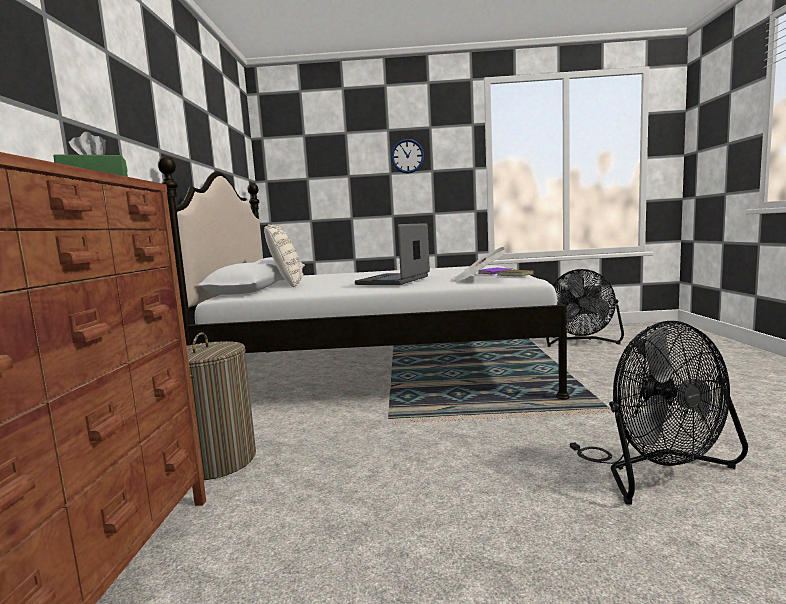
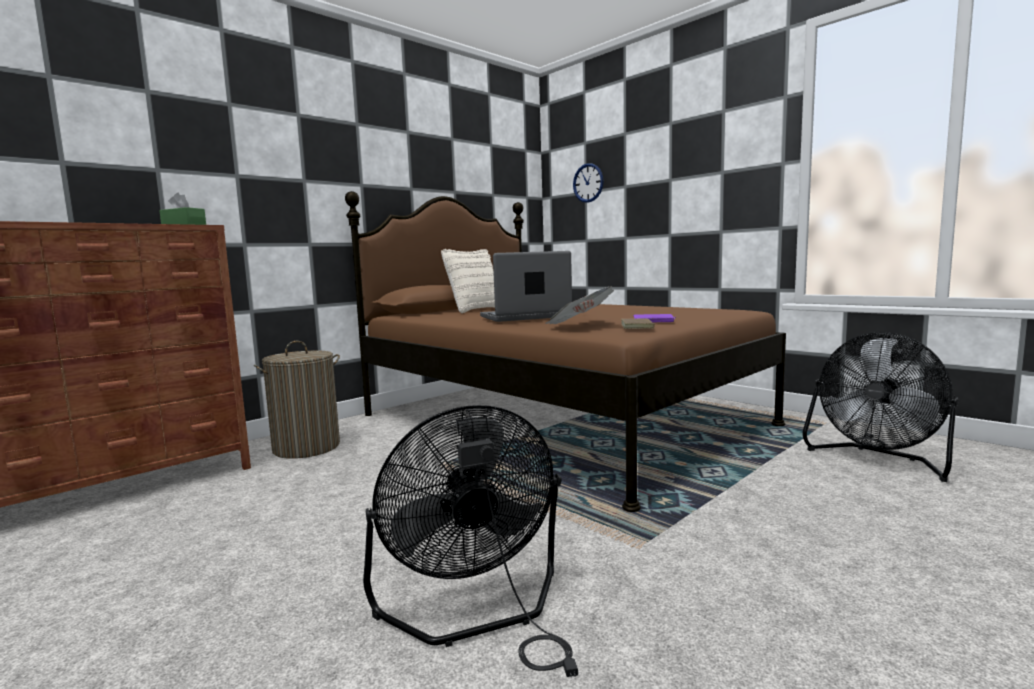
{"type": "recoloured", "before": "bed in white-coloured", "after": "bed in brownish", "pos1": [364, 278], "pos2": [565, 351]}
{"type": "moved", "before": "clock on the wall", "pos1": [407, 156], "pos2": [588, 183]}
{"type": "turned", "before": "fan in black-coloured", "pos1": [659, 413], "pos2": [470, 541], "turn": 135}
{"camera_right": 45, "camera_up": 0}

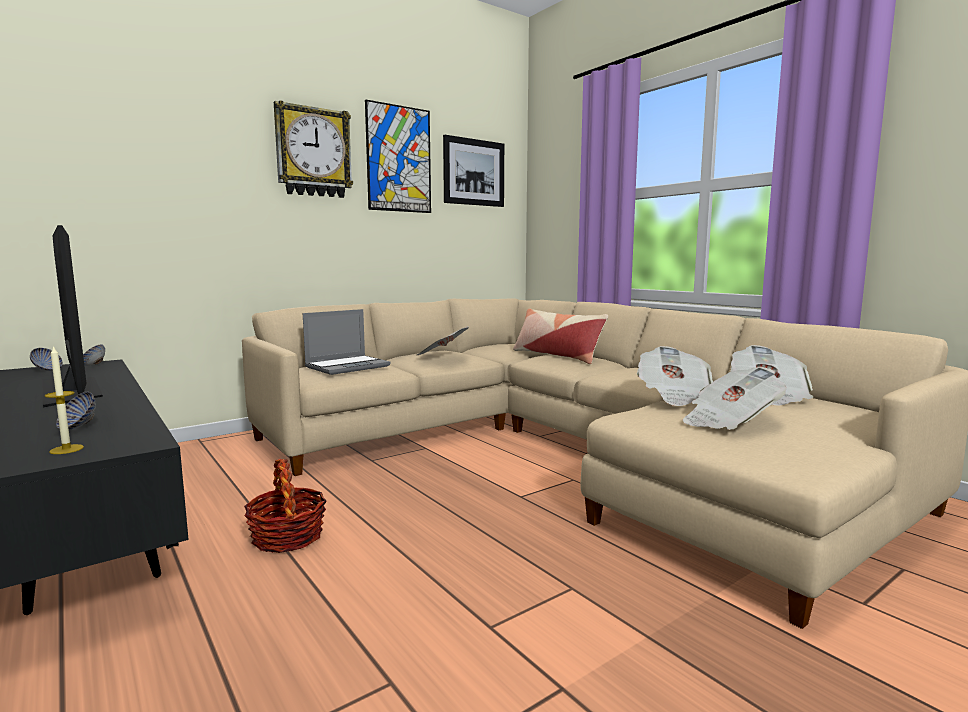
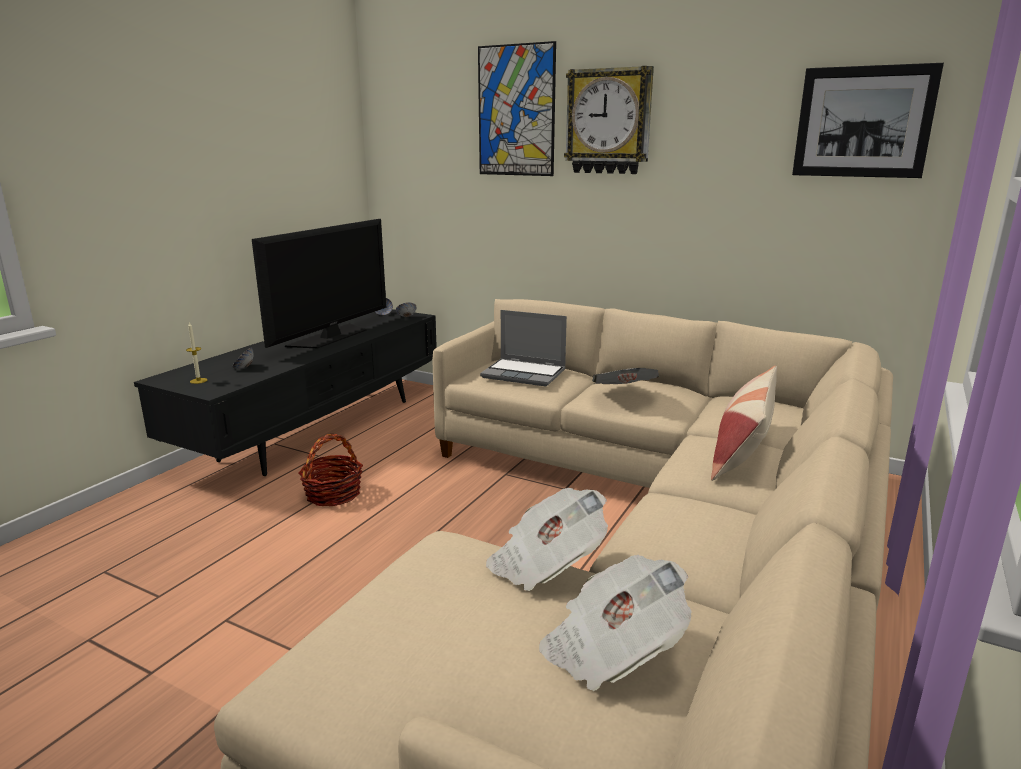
{"type": "moved", "before": "wall art", "pos1": [398, 156], "pos2": [517, 108]}
{"type": "removed", "before": "daily paper", "pos1": [735, 398]}
{"camera_right": 65, "camera_up": 10}

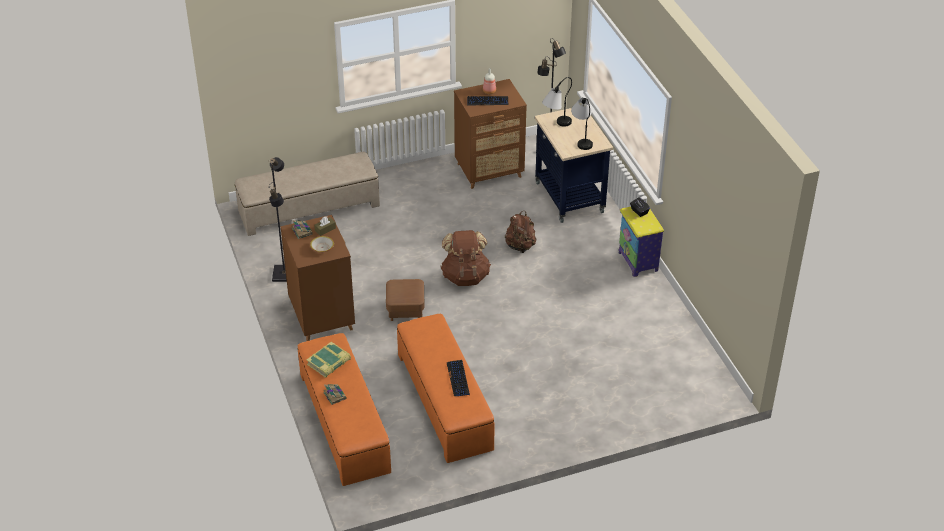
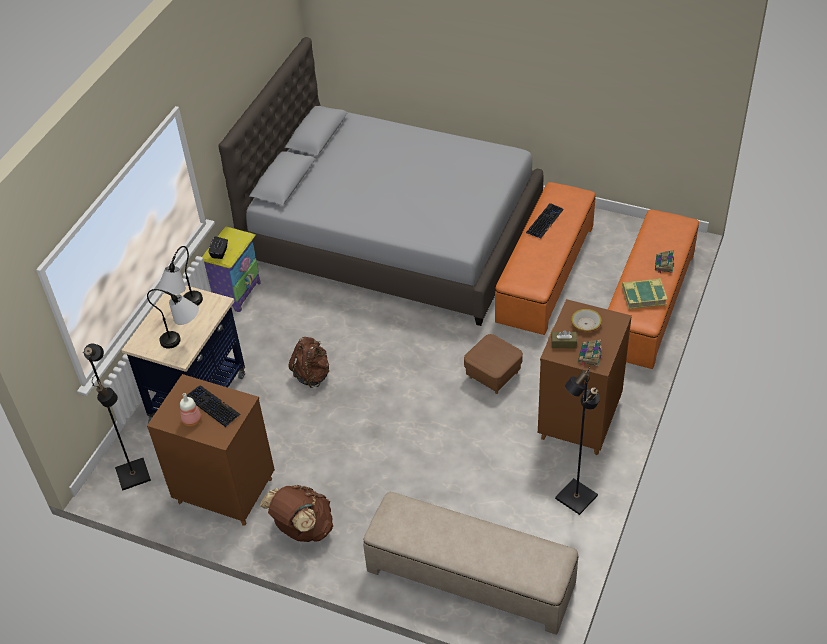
{"type": "moved", "before": "rucksack in brownish", "pos1": [466, 258], "pos2": [296, 513]}
{"type": "added", "after": "bed in greyish", "pos2": [380, 181]}
{"camera_right": -135, "camera_up": 5}

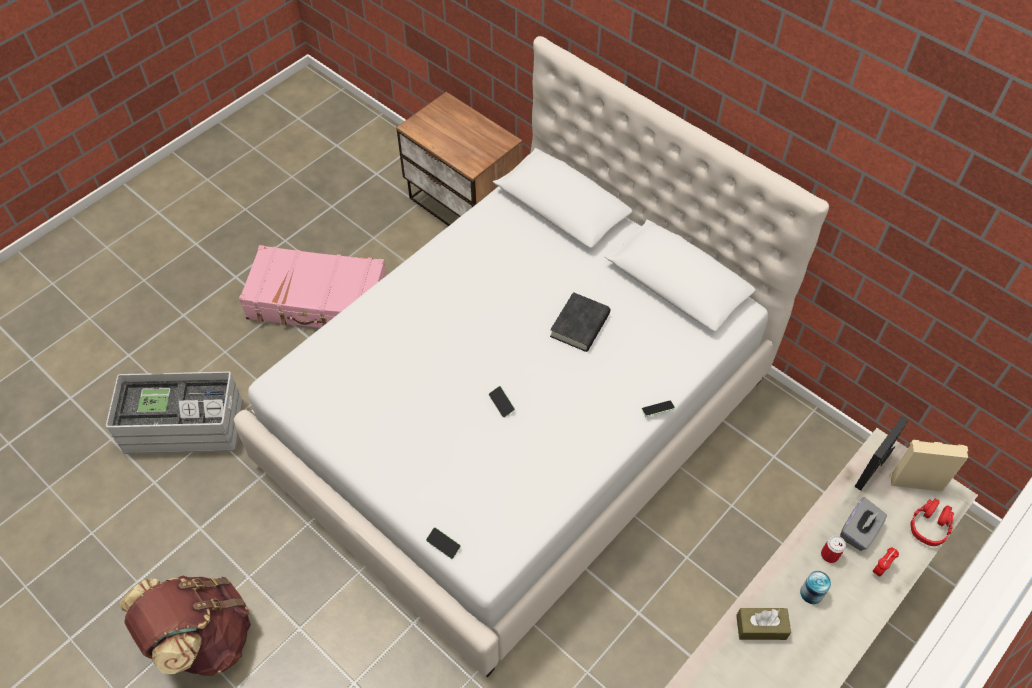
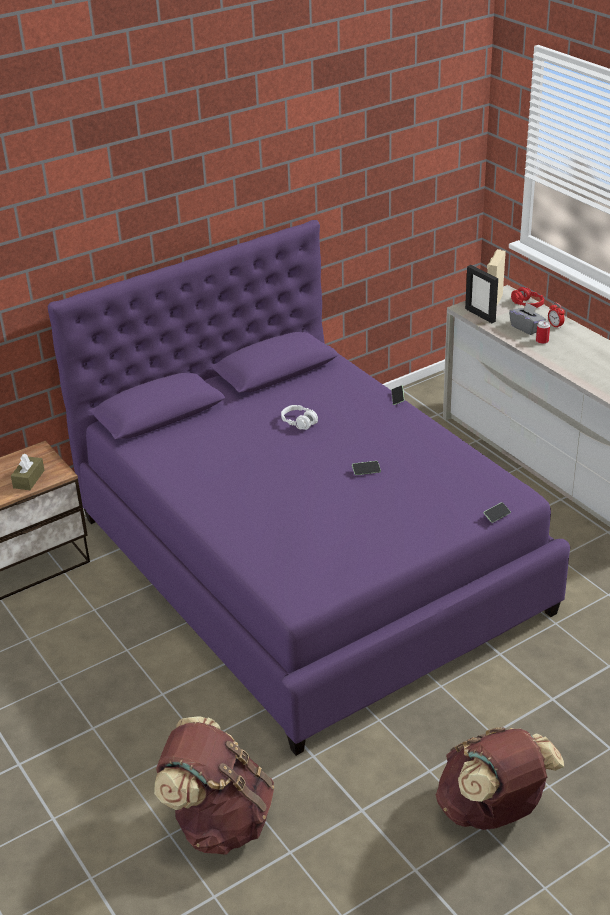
{"type": "replaced", "before": "storage box in greyish", "after": "rucksack in brownish", "pos1": [174, 412], "pos2": [214, 786]}
{"type": "recoloured", "before": "bed in white-coloured", "after": "bed in purple-coloured", "pos1": [531, 356], "pos2": [309, 488]}
{"type": "removed", "before": "piece of luggage in pinkish", "pos1": [312, 286]}
{"type": "replaced", "before": "book in black-coloured", "after": "pair of headphones in white-coloured", "pos1": [580, 322], "pos2": [299, 417]}
{"type": "moved", "before": "box of tissues in brownish", "pos1": [763, 624], "pos2": [28, 472]}
{"type": "removed", "before": "can", "pos1": [815, 587]}
{"camera_right": -75, "camera_up": -20}

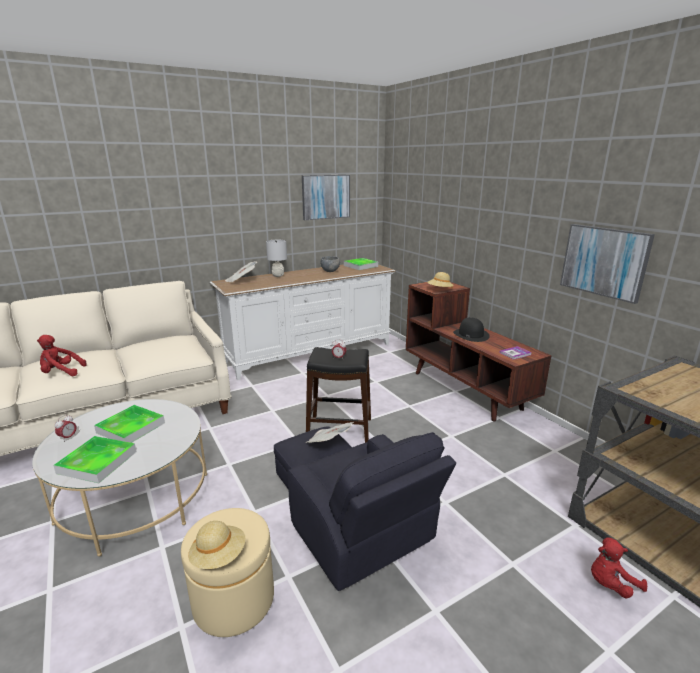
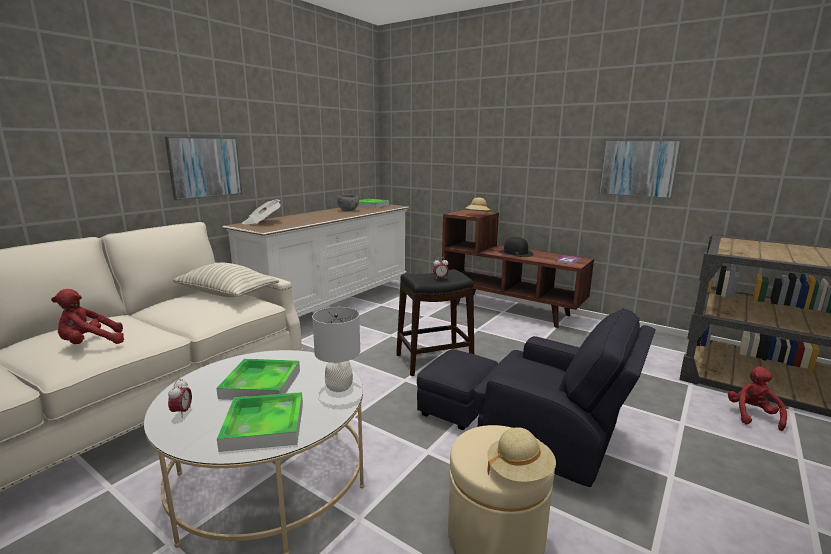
{"type": "moved", "before": "tabletop lamp in greyish", "pos1": [276, 258], "pos2": [336, 349]}
{"type": "moved", "before": "wall art", "pos1": [326, 197], "pos2": [203, 168]}
{"type": "removed", "before": "daily paper", "pos1": [330, 432]}
{"type": "turned", "before": "cuddly toy in reddish", "pos1": [619, 568], "pos2": [757, 398], "turn": 150}
{"type": "added", "after": "pillow", "pos2": [226, 280]}
{"camera_right": -25, "camera_up": -5}

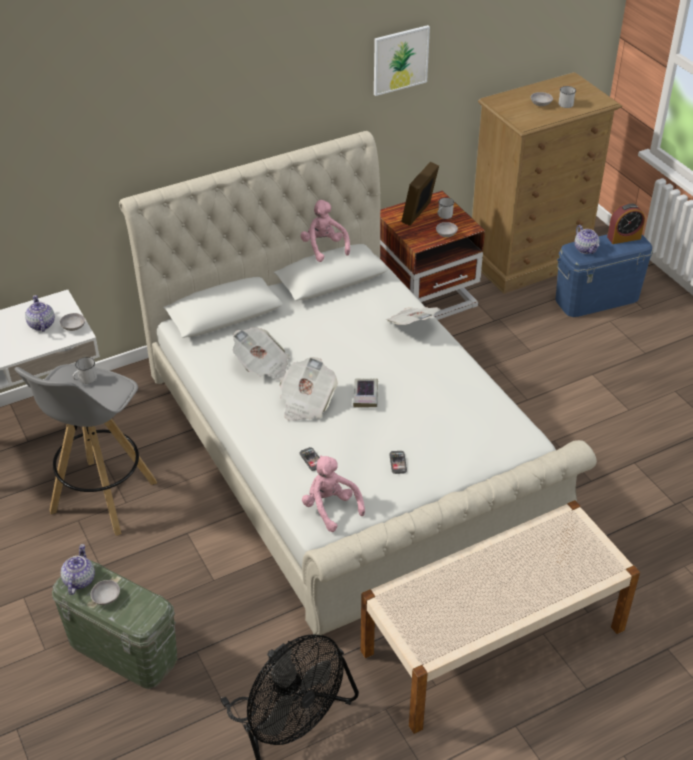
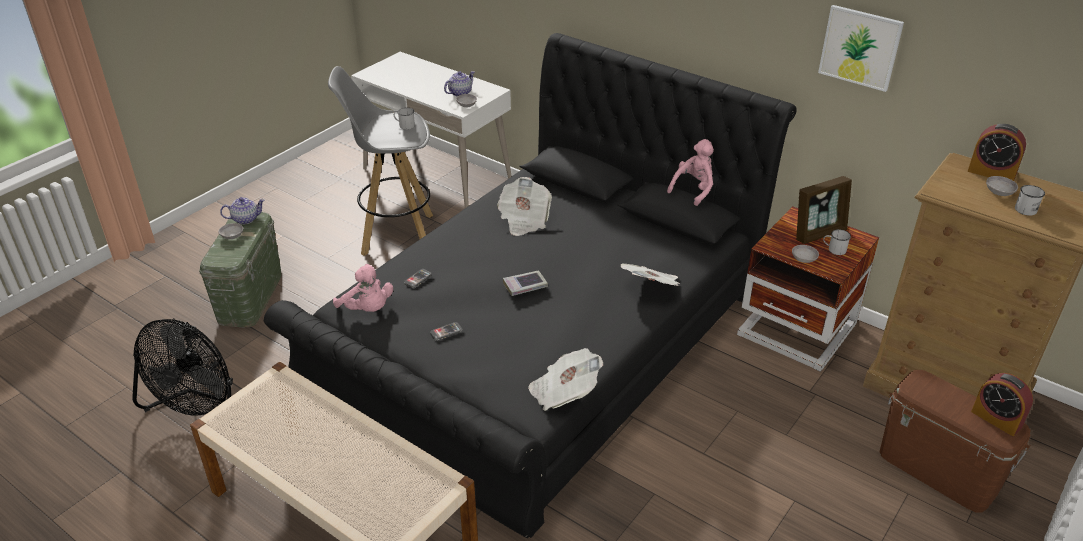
{"type": "recoloured", "before": "bed in beige-coloured", "after": "bed in black-coloured", "pos1": [358, 383], "pos2": [530, 285]}
{"type": "moved", "before": "daily paper", "pos1": [308, 389], "pos2": [565, 379]}
{"type": "turned", "before": "cuddly toy in pinkish", "pos1": [333, 493], "pos2": [363, 288], "turn": 105}
{"type": "turned", "before": "photo frame", "pos1": [420, 194], "pos2": [824, 210], "turn": 150}
{"type": "recoloured", "before": "storage box in bluish", "after": "storage box in brownish", "pos1": [604, 275], "pos2": [955, 441]}
{"type": "removed", "before": "teapot", "pos1": [587, 239]}
{"type": "added", "after": "table clock", "pos2": [997, 152]}
{"camera_right": 65, "camera_up": -5}

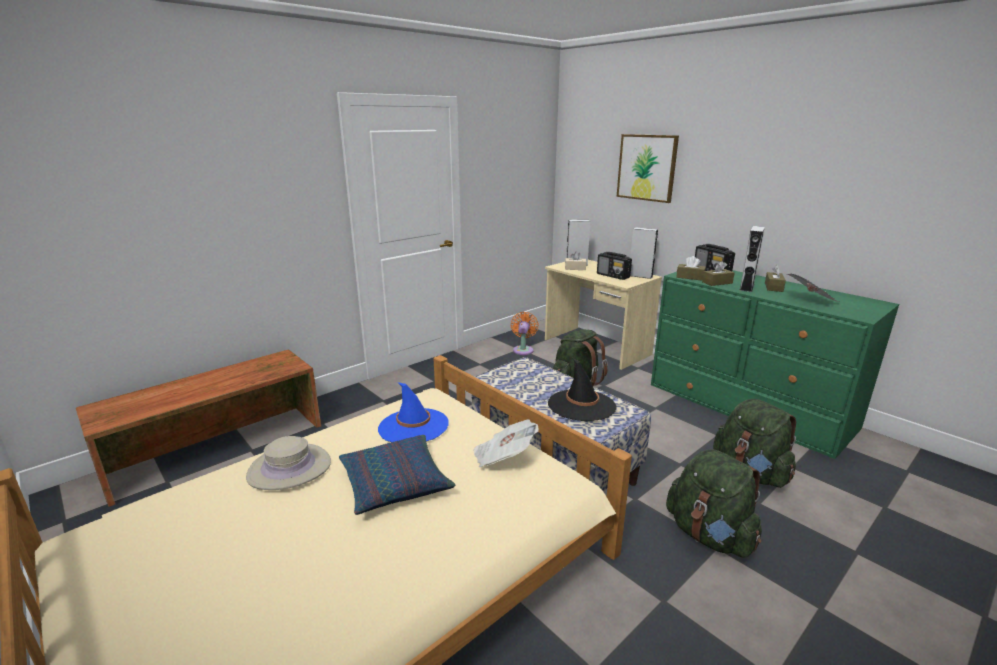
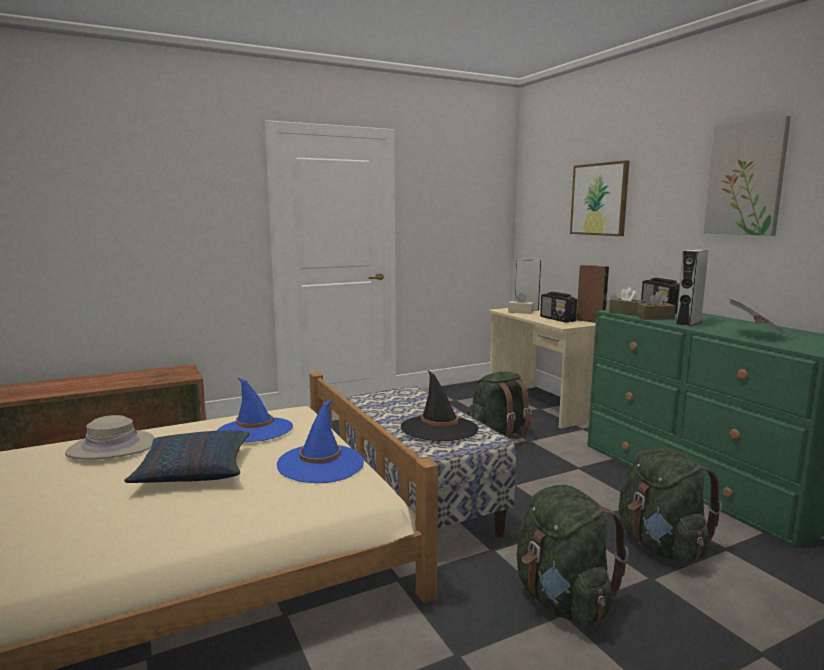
{"type": "replaced", "before": "daily paper", "after": "hat in bluish", "pos1": [506, 443], "pos2": [320, 441]}
{"type": "removed", "before": "fan in orange", "pos1": [525, 333]}
{"type": "recoloured", "before": "loudspeaker in greyish", "after": "loudspeaker in brownish", "pos1": [644, 253], "pos2": [592, 294]}
{"type": "removed", "before": "box of tissues in brownish", "pos1": [775, 278]}
{"type": "added", "after": "wall art", "pos2": [747, 176]}
{"camera_right": 15, "camera_up": -10}

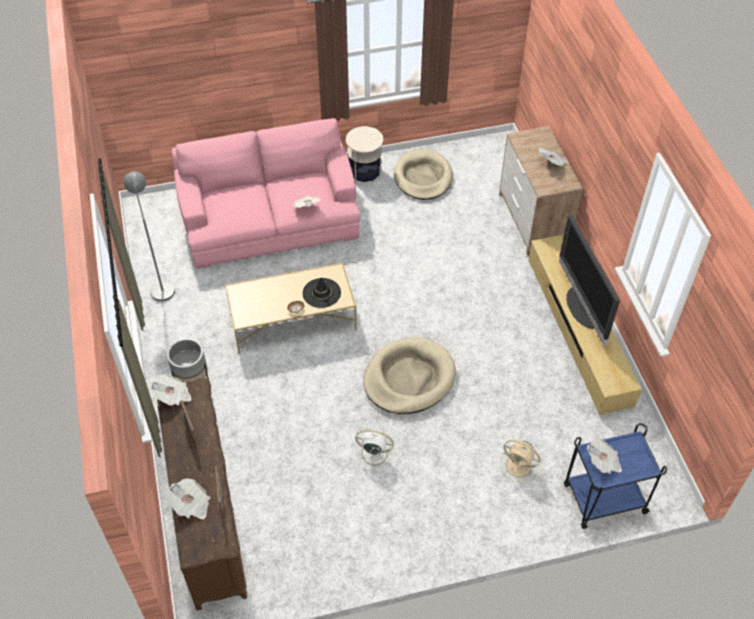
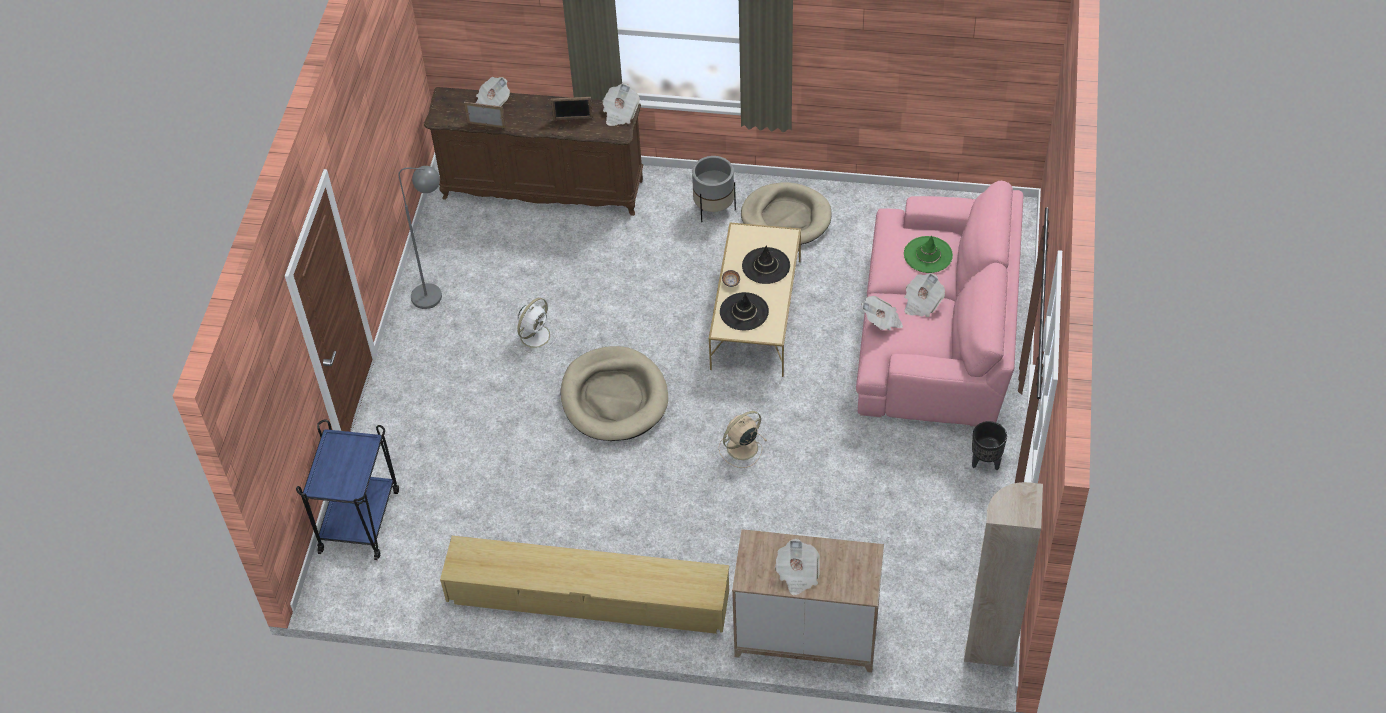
{"type": "moved", "before": "standard lamp in greyish", "pos1": [149, 236], "pos2": [420, 237]}
{"type": "replaced", "before": "end table in beige-coloured", "after": "planter in black-coloured", "pos1": [364, 154], "pos2": [989, 445]}
{"type": "moved", "before": "pet bed in beige-coloured", "pos1": [423, 174], "pos2": [786, 213]}
{"type": "moved", "before": "fan in beige-coloured", "pos1": [520, 461], "pos2": [742, 439]}
{"type": "removed", "before": "TV", "pos1": [589, 280]}
{"type": "moved", "before": "daily paper", "pos1": [604, 456], "pos2": [924, 295]}
{"type": "added", "after": "hat in black-coloured", "pos2": [766, 265]}
{"type": "added", "after": "hat in greenish", "pos2": [928, 254]}
{"type": "added", "after": "bookcase in beige-coloured", "pos2": [1003, 574]}
{"camera_right": 115, "camera_up": 0}

